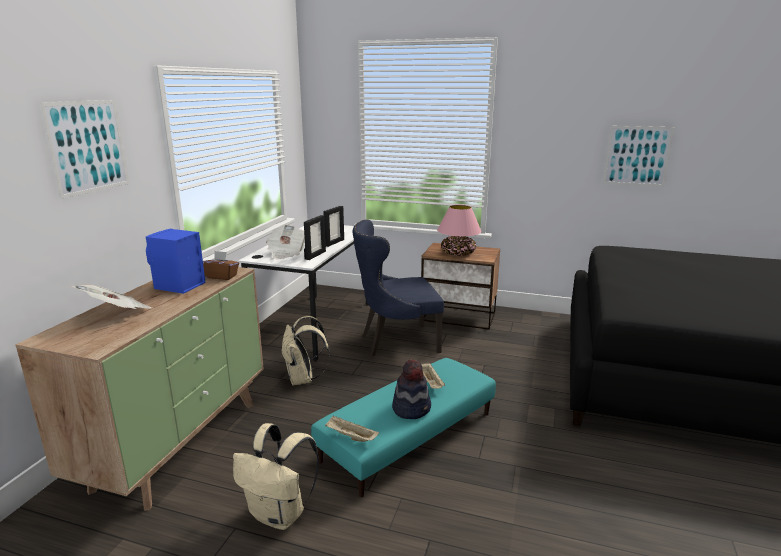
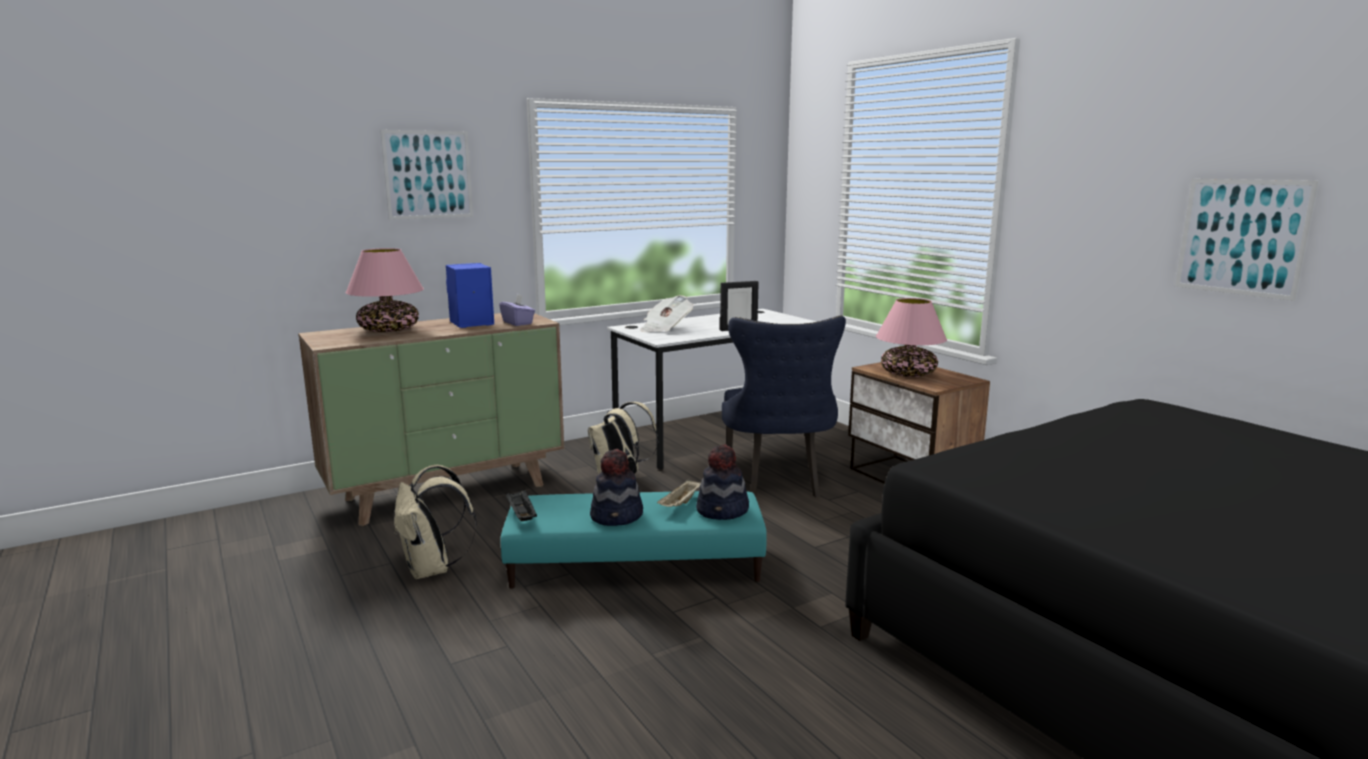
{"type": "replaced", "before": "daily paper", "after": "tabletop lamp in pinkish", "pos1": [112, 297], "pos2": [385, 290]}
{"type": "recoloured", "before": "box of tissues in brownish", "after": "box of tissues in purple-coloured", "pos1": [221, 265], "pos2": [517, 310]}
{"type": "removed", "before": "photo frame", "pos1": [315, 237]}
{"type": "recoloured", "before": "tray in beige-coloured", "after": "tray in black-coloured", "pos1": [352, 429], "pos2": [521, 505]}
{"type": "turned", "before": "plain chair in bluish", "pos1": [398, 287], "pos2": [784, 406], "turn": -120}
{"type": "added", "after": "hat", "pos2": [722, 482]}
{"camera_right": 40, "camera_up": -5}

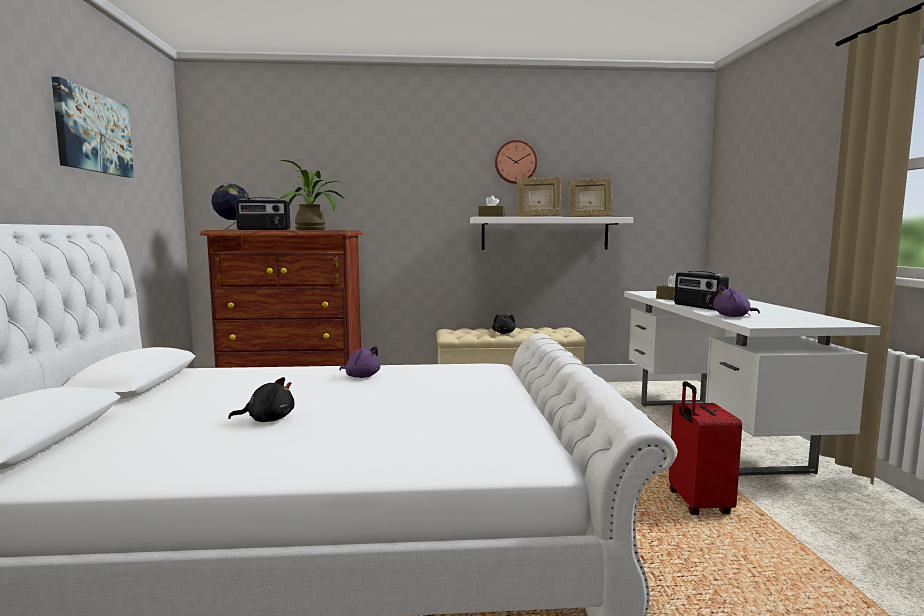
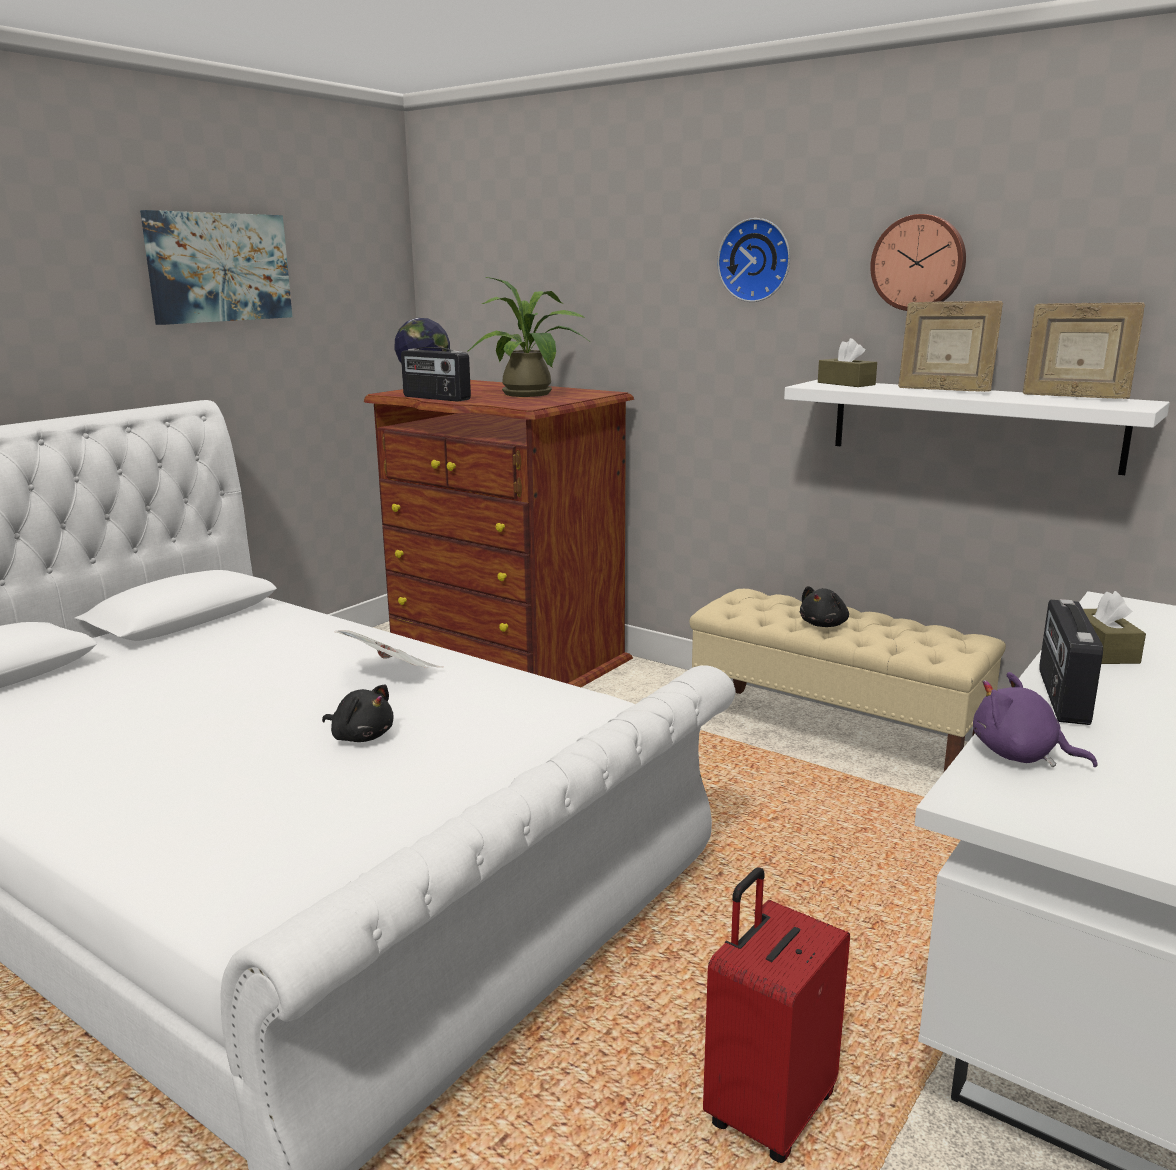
{"type": "moved", "before": "cuddly toy in black-coloured", "pos1": [261, 399], "pos2": [358, 713]}
{"type": "replaced", "before": "cuddly toy in purple-coloured", "after": "daily paper", "pos1": [359, 362], "pos2": [389, 649]}
{"type": "added", "after": "clock on the wall", "pos2": [753, 260]}
{"camera_right": 40, "camera_up": 10}

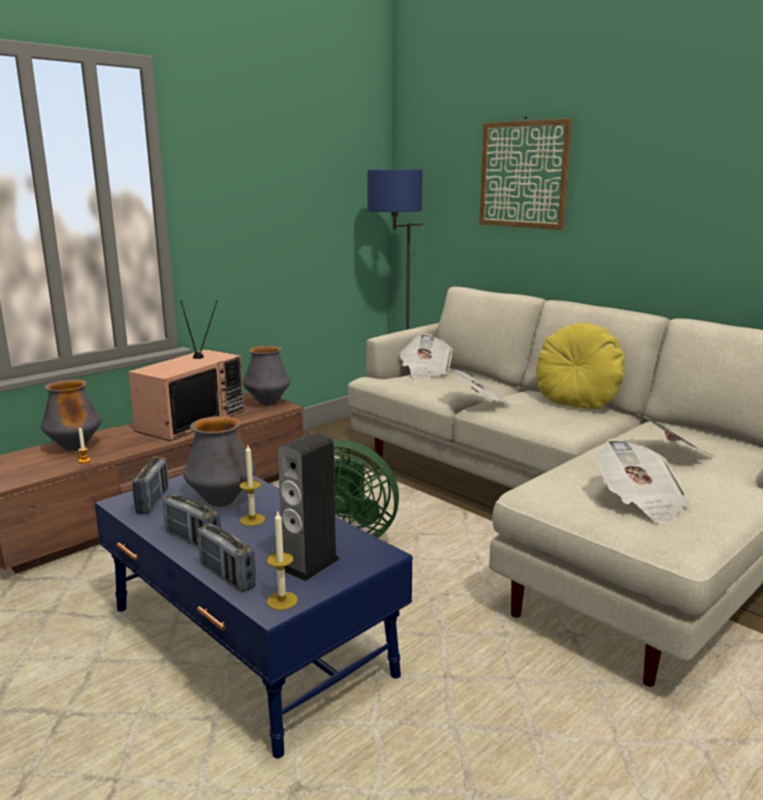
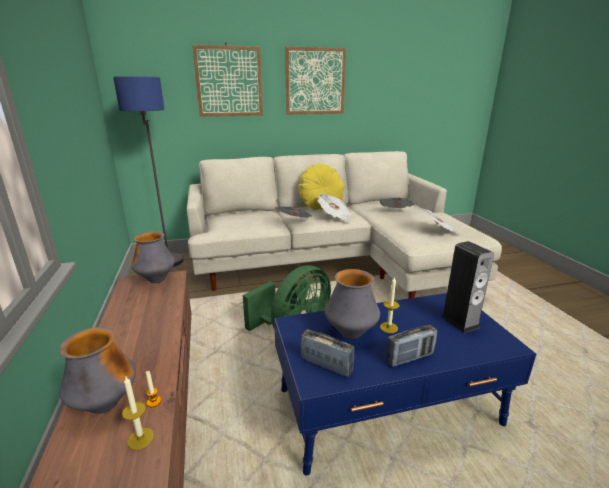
{"type": "removed", "before": "TV", "pos1": [186, 370]}
{"type": "removed", "before": "radio", "pos1": [227, 557]}
{"type": "moved", "before": "candle", "pos1": [282, 561], "pos2": [138, 413]}
{"type": "moved", "before": "daily paper", "pos1": [426, 356], "pos2": [335, 208]}
{"type": "added", "after": "wall art", "pos2": [315, 80]}
{"camera_right": -60, "camera_up": 5}

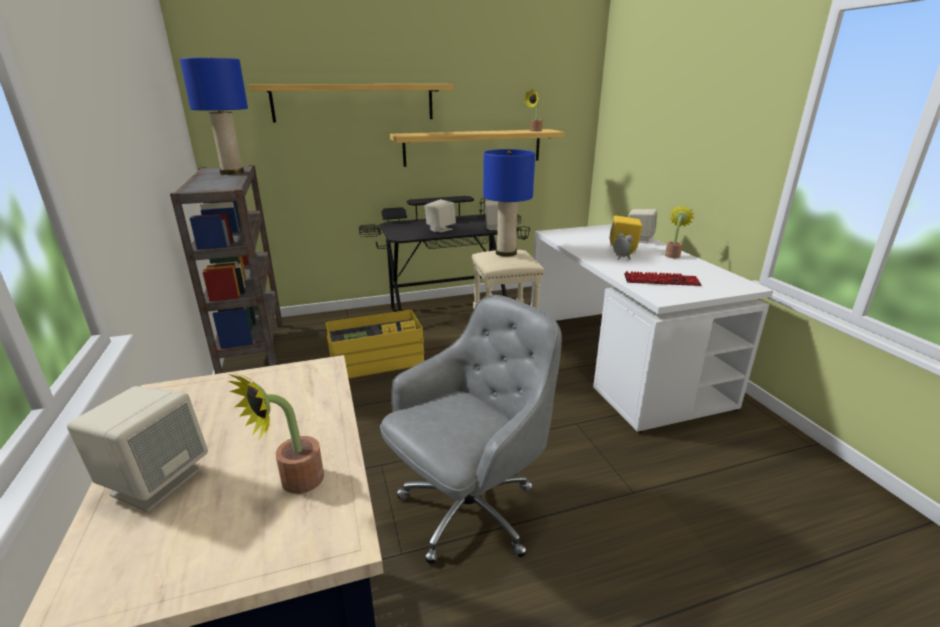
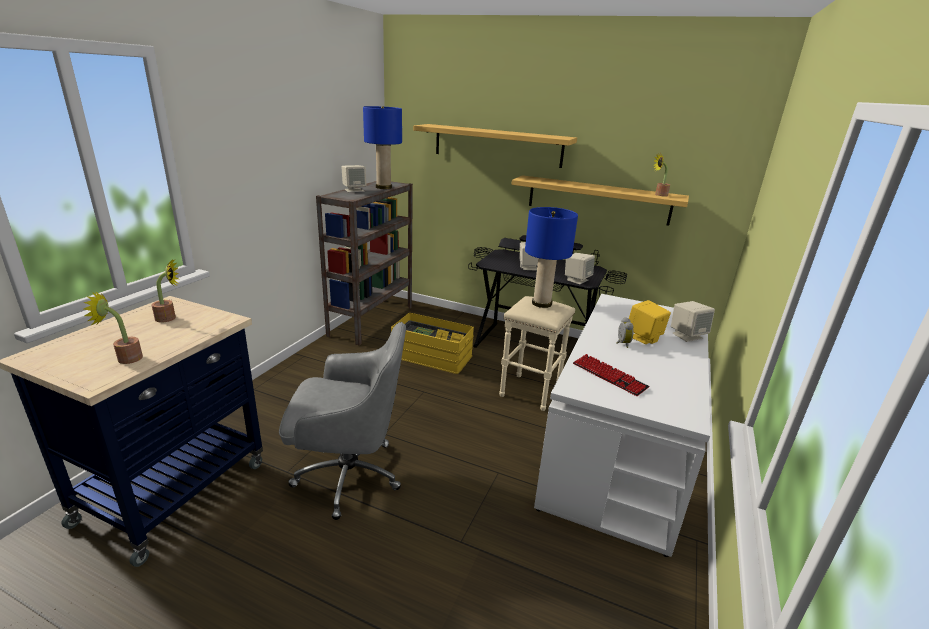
{"type": "moved", "before": "loudspeaker in beige-coloured", "pos1": [137, 449], "pos2": [354, 178]}
{"type": "moved", "before": "plant in a pot", "pos1": [680, 231], "pos2": [165, 290]}
{"camera_right": 40, "camera_up": 0}

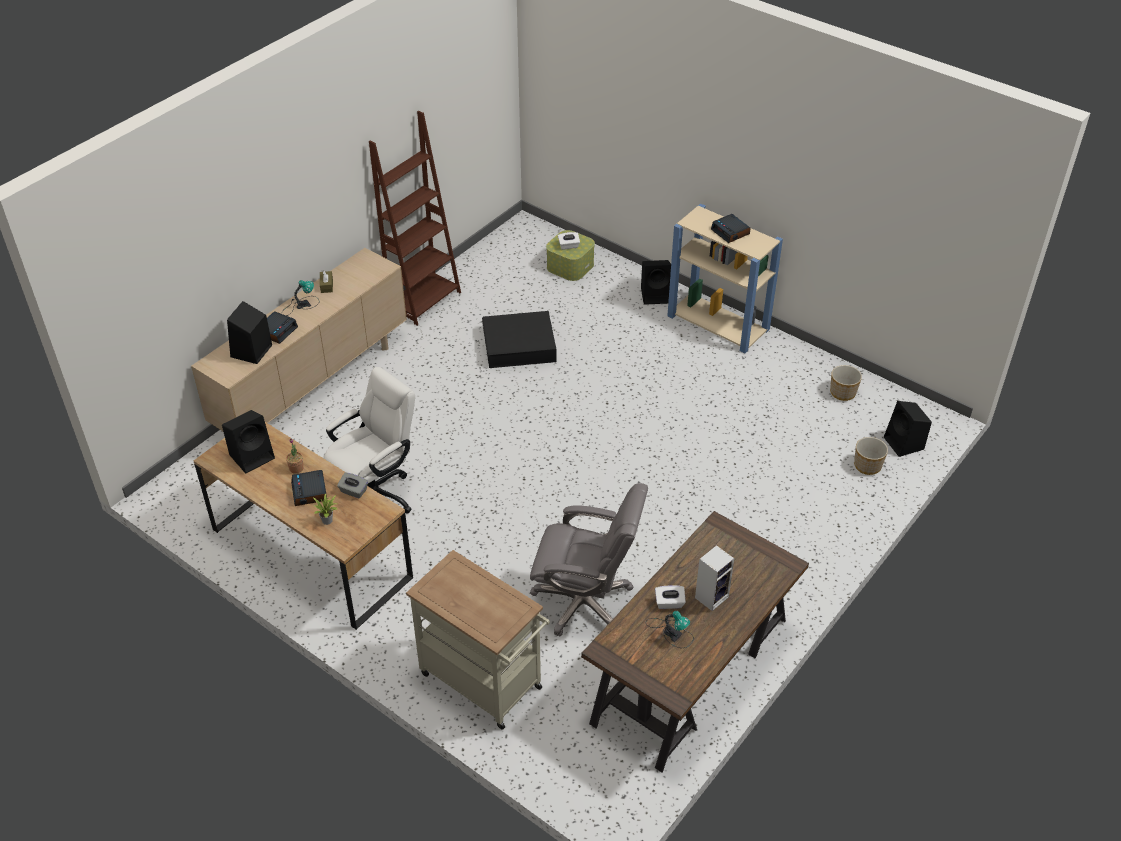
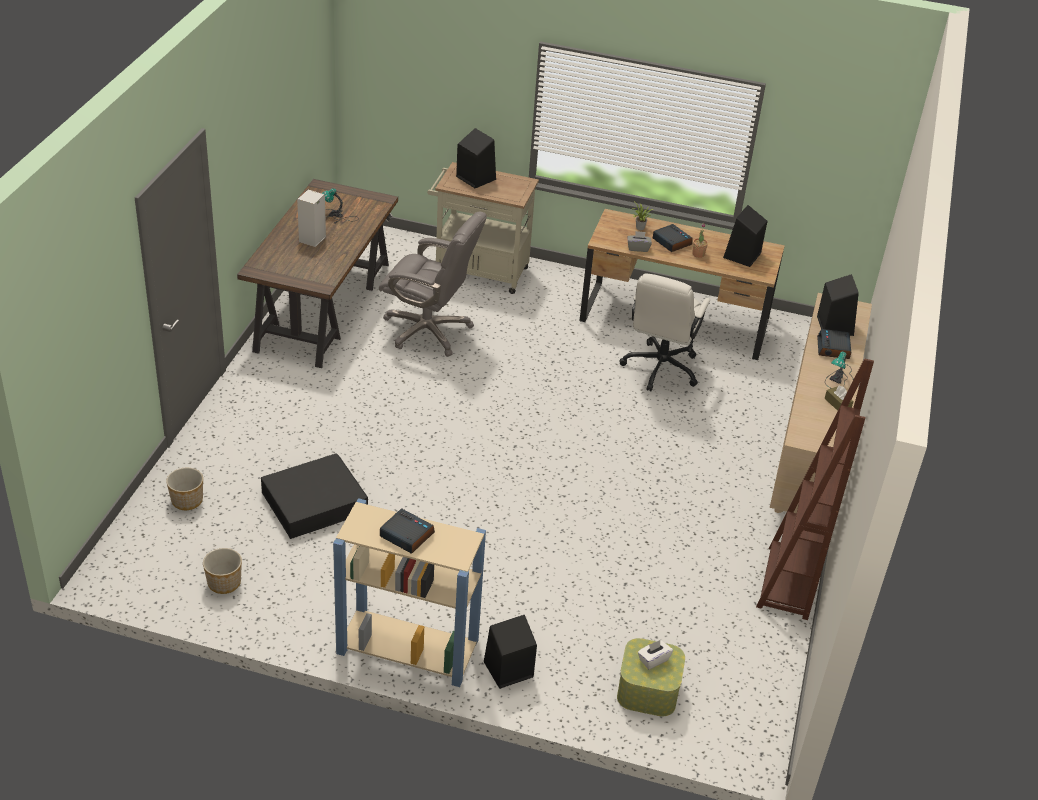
{"type": "moved", "before": "storage box in black-coloured", "pos1": [519, 339], "pos2": [314, 496]}
{"type": "turned", "before": "office chair in greyish", "pos1": [589, 559], "pos2": [433, 284], "turn": -150}
{"type": "removed", "before": "box of tissues in white-coloured", "pos1": [670, 597]}
{"type": "moved", "before": "loudspeaker in black-coloured", "pos1": [908, 429], "pos2": [476, 158]}
{"camera_right": 155, "camera_up": -5}

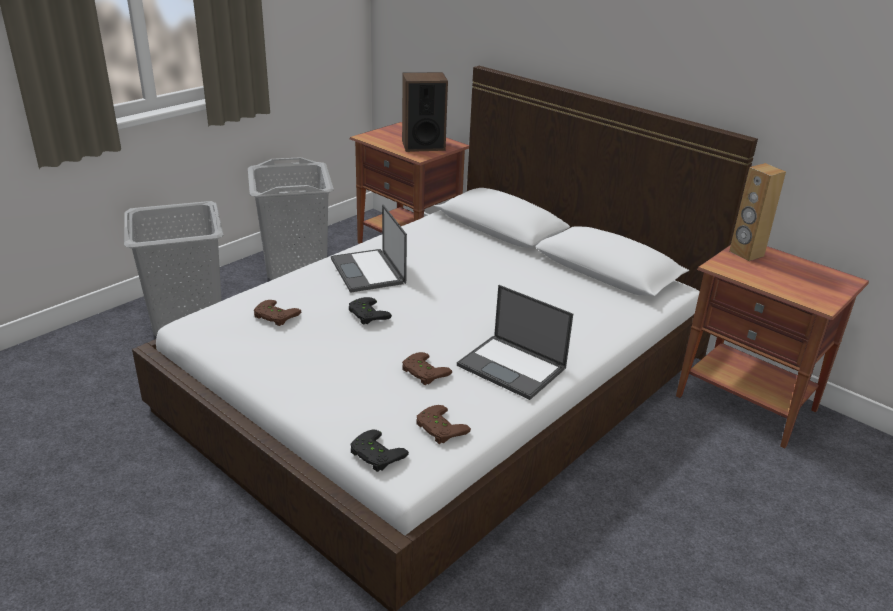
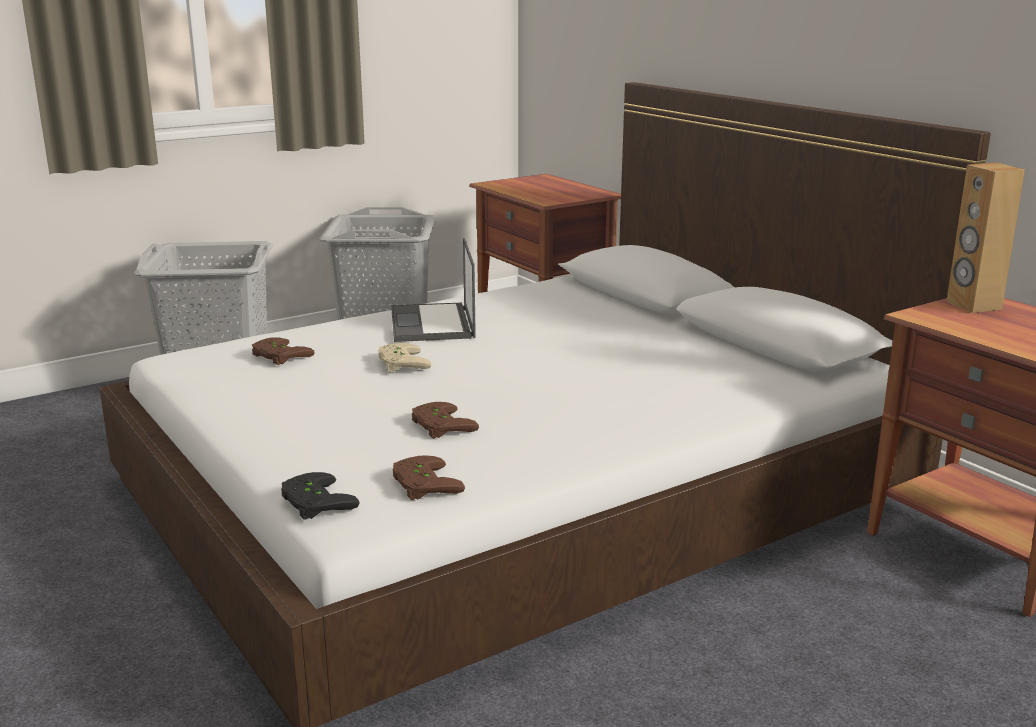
{"type": "recoloured", "before": "game controller in black-coloured", "after": "game controller in beige-coloured", "pos1": [370, 311], "pos2": [404, 357]}
{"type": "removed", "before": "loudspeaker", "pos1": [425, 112]}
{"type": "removed", "before": "laptop", "pos1": [515, 342]}
{"camera_right": 15, "camera_up": -10}

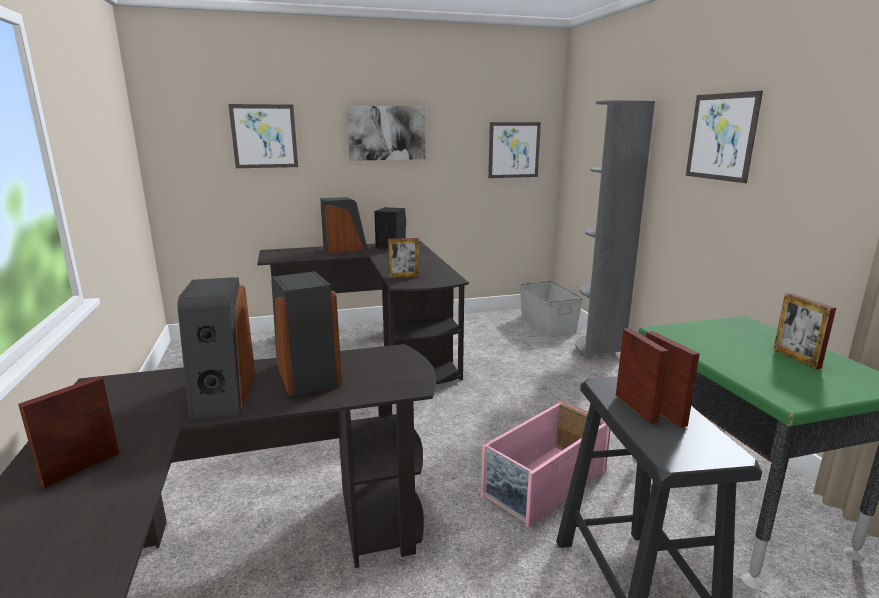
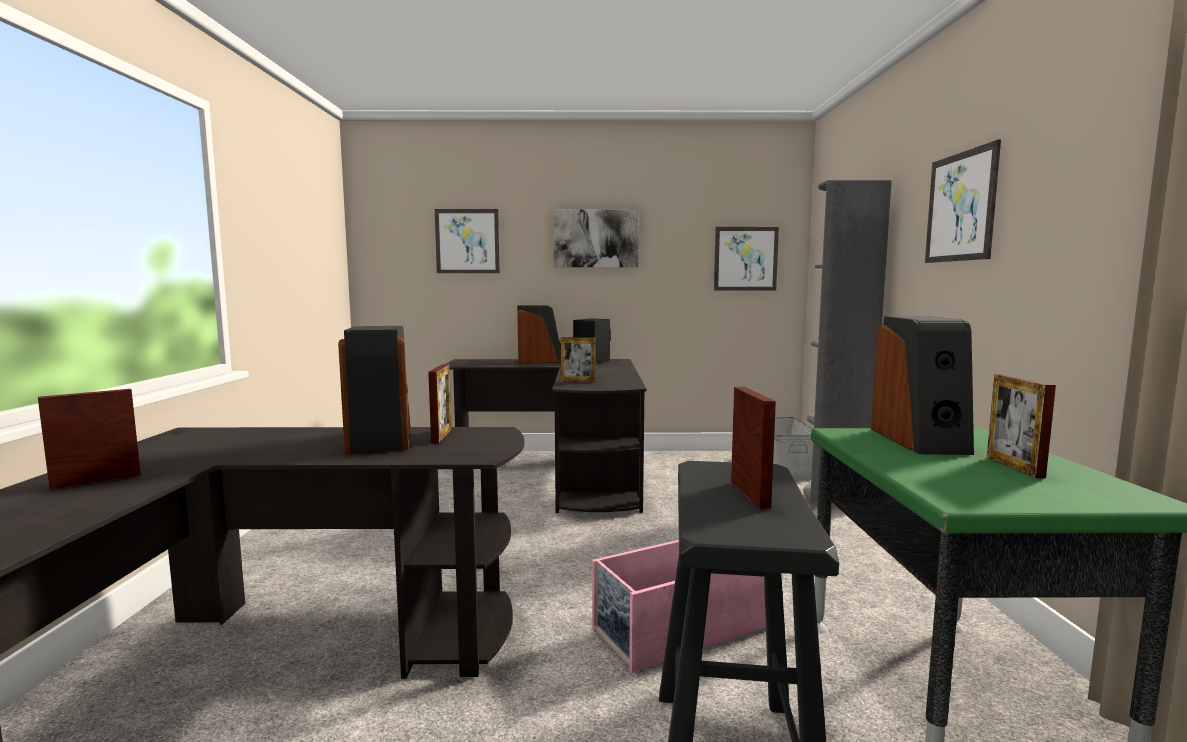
{"type": "moved", "before": "loudspeaker", "pos1": [216, 348], "pos2": [922, 385]}
{"type": "moved", "before": "photo frame", "pos1": [642, 376], "pos2": [440, 403]}
{"camera_right": 15, "camera_up": -10}

